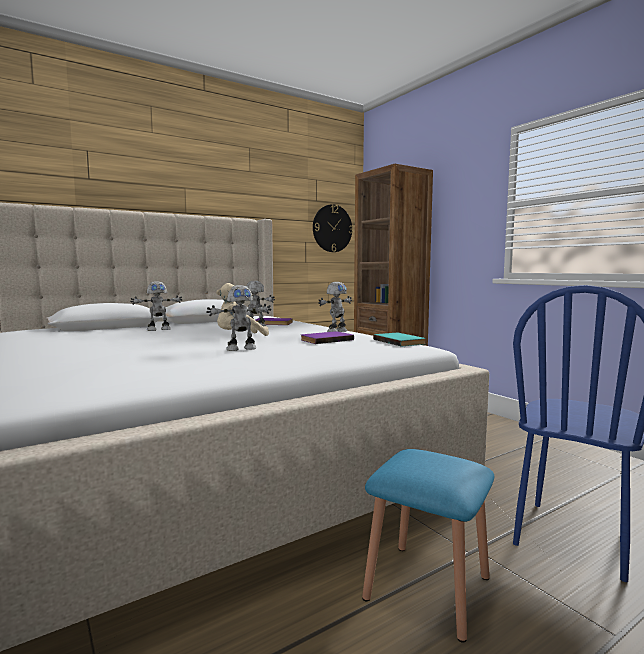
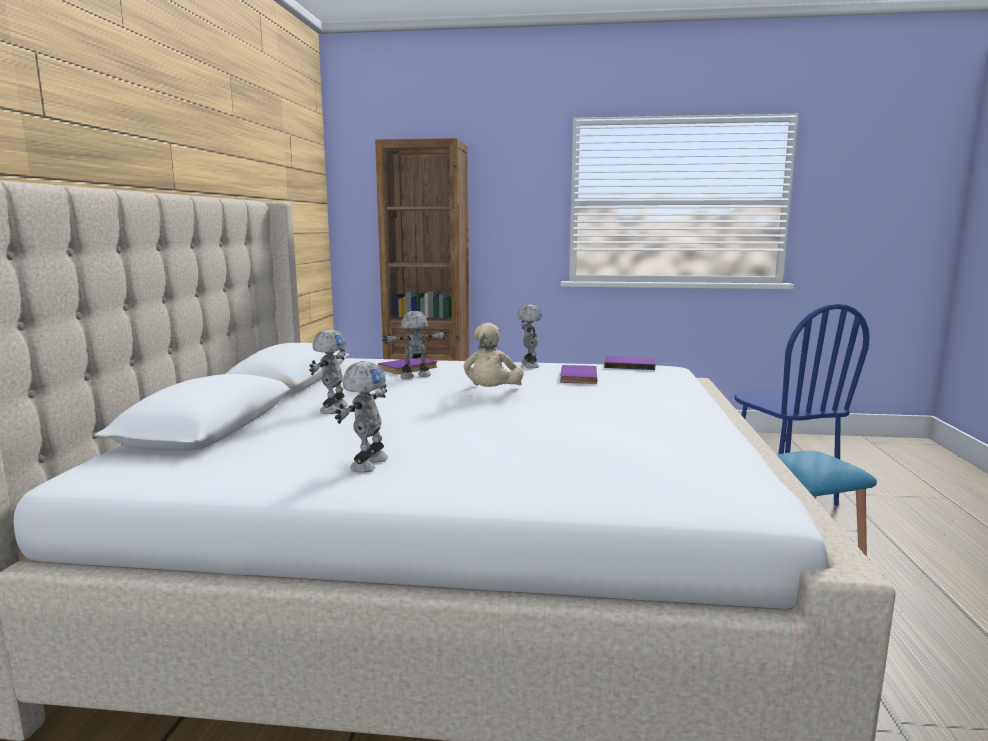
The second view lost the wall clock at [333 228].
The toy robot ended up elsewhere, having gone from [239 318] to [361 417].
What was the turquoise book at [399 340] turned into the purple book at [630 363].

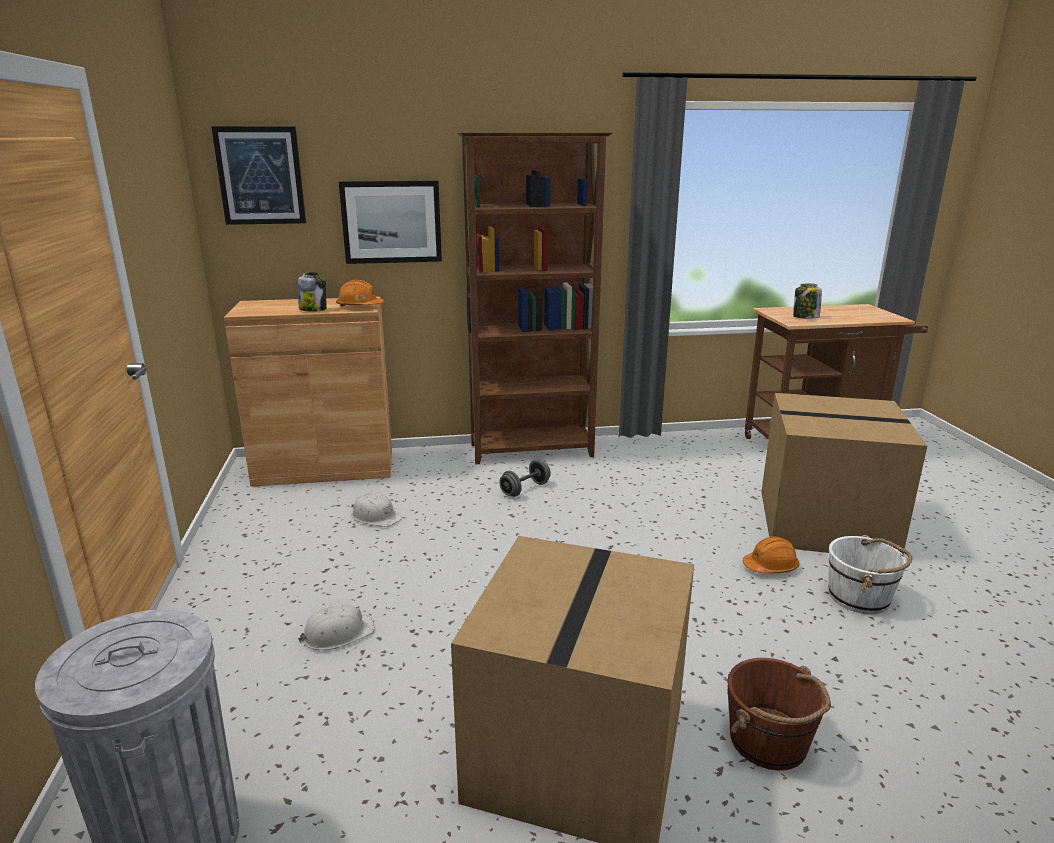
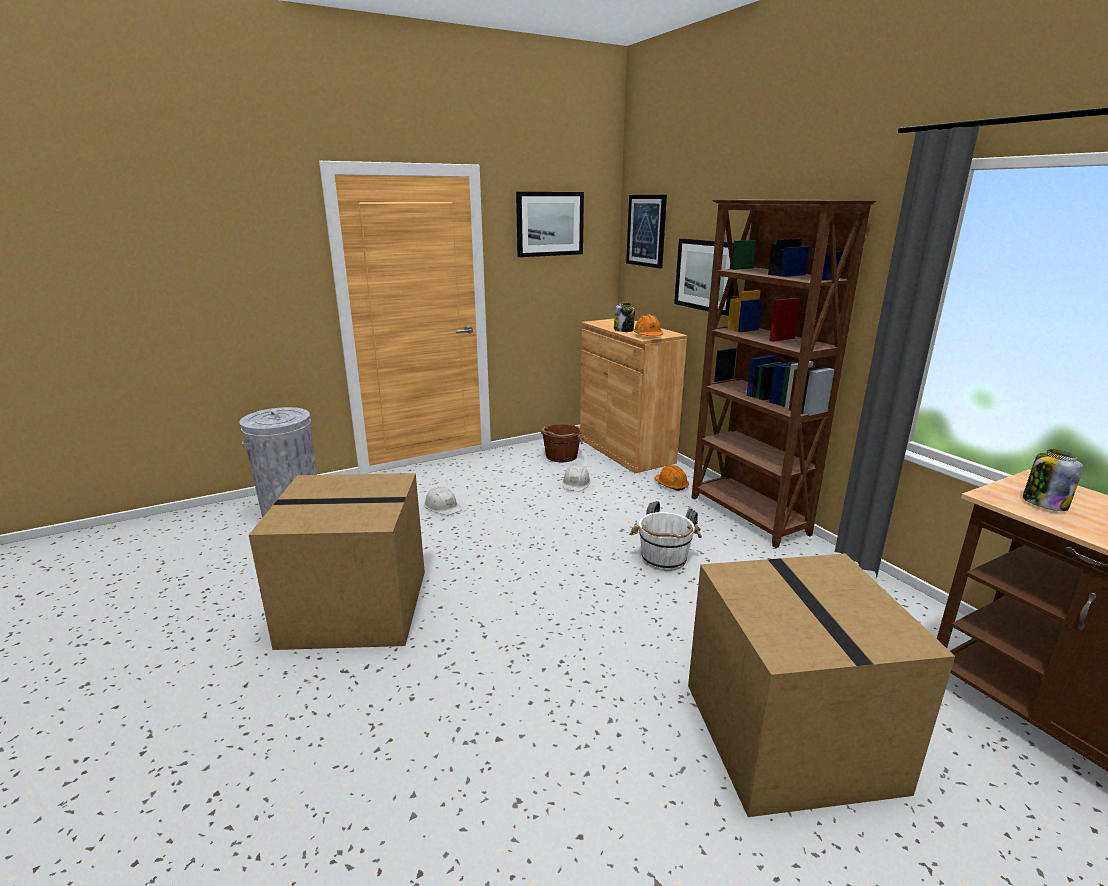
The second view gained the picture at [550 224].
The brown bucket ended up elsewhere, having gone from [779 714] to [562 443].
The orange hard hat ended up elsewhere, having gone from [771 555] to [671 478].
The white bucket ended up elsewhere, having gone from [870 574] to [666 541].

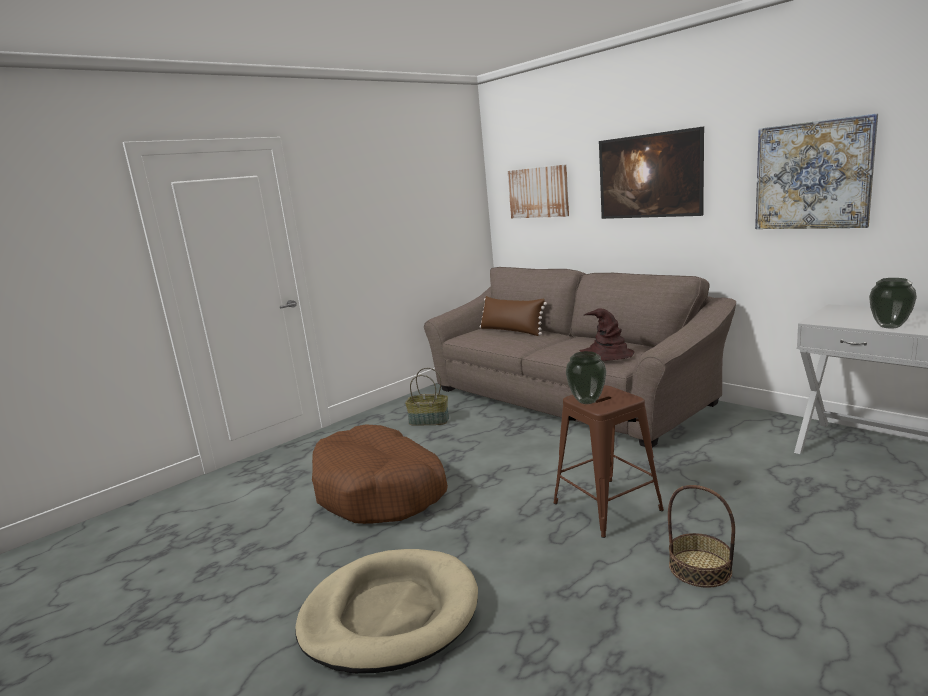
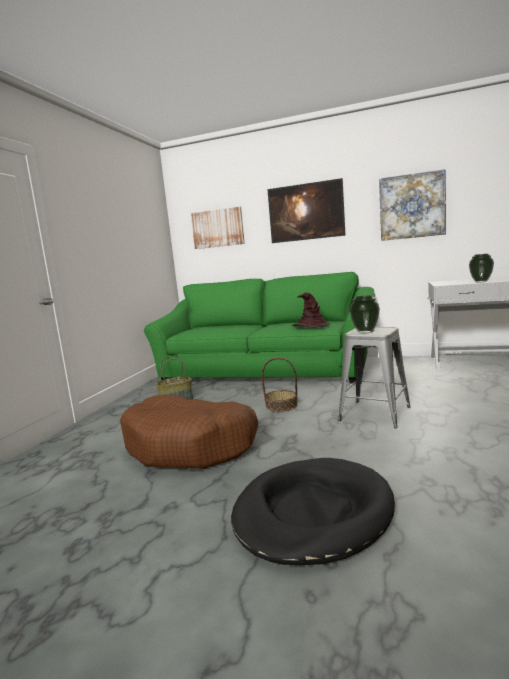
The second view lost the brown pillow at [513 316].
The basket ended up elsewhere, having gone from [701 536] to [280 384].
What was the beige dog bed at [386 611] turned into the black dog bed at [313 511].
What was the brown sofa at [580 357] turned into the green sofa at [259 327].
What was the brown stool at [608 461] turned into the grey stool at [374 377].

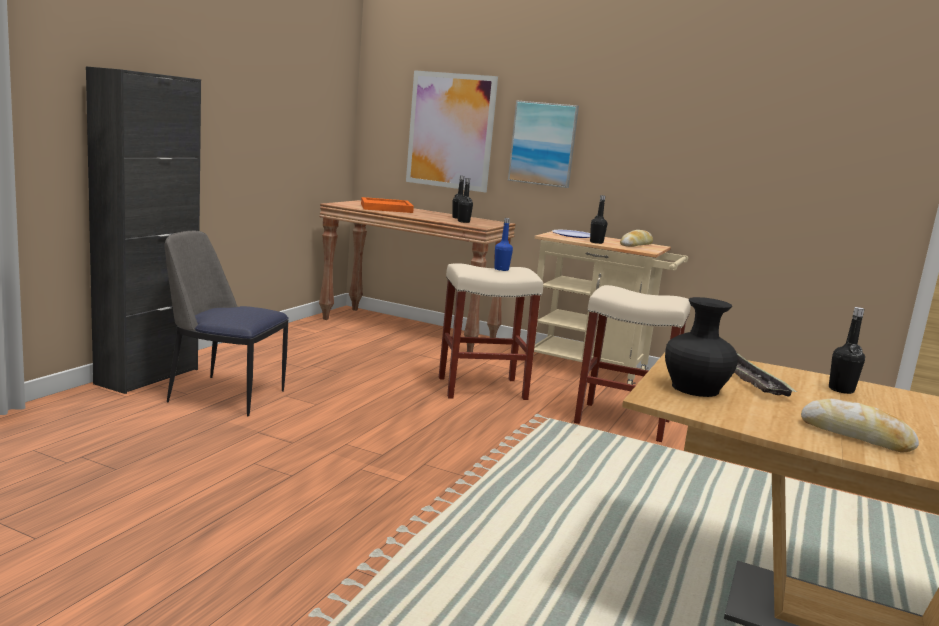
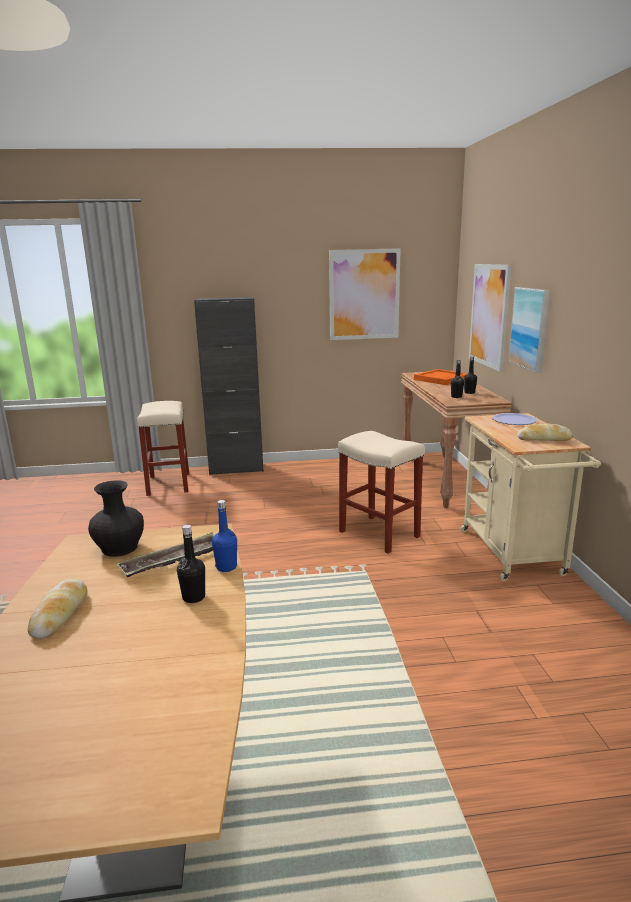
The second view lost the chair at [226 323].
The second view lost the black bottle at [598 219].
The second view gained the picture at [365 294].
The blue bottle ended up elsewhere, having gone from [504 244] to [224 536].
The beige stool ended up elsewhere, having gone from [632 363] to [163 448].

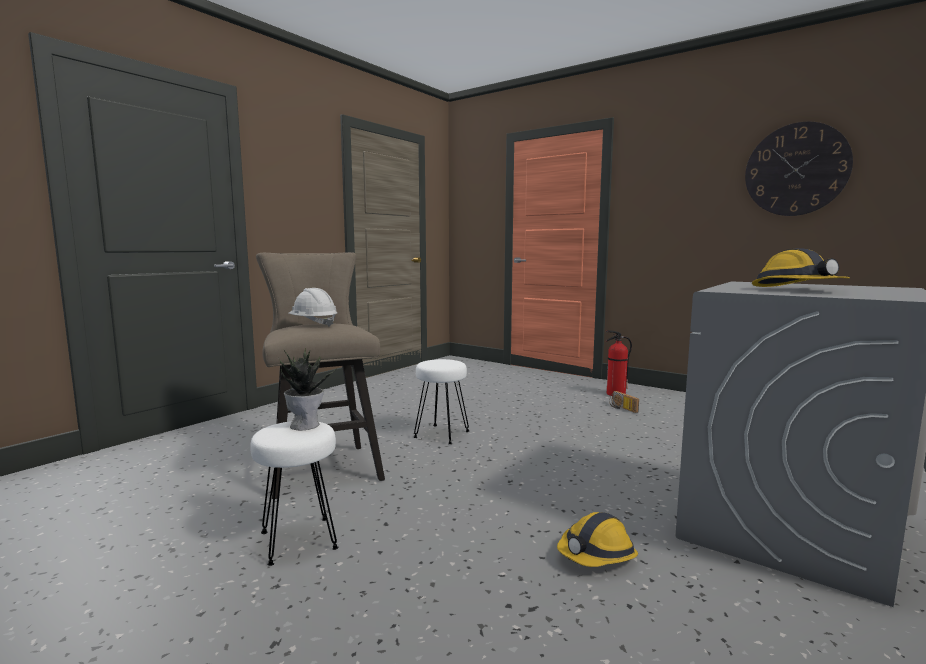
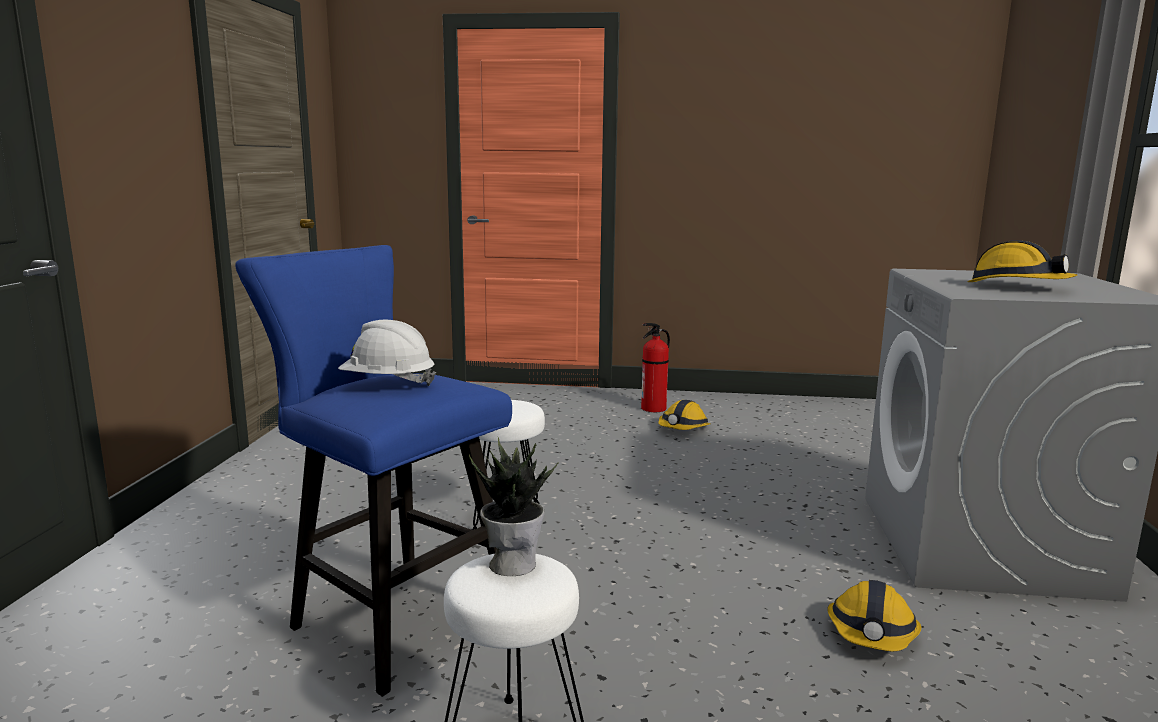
The second view lost the wall clock at [799 169].
Where the radio stood at [624 402], the hard hat came to stand at [684 415].
What was the beige stool at [320 375] turned into the blue stool at [373 471].

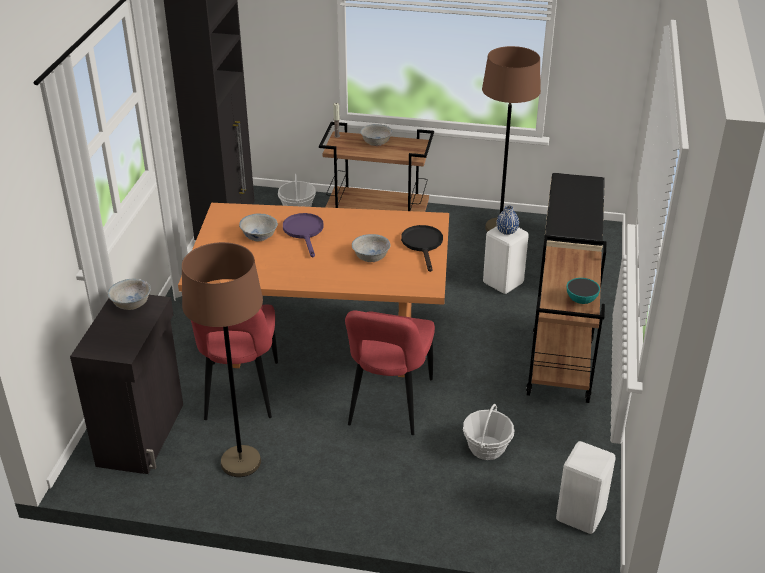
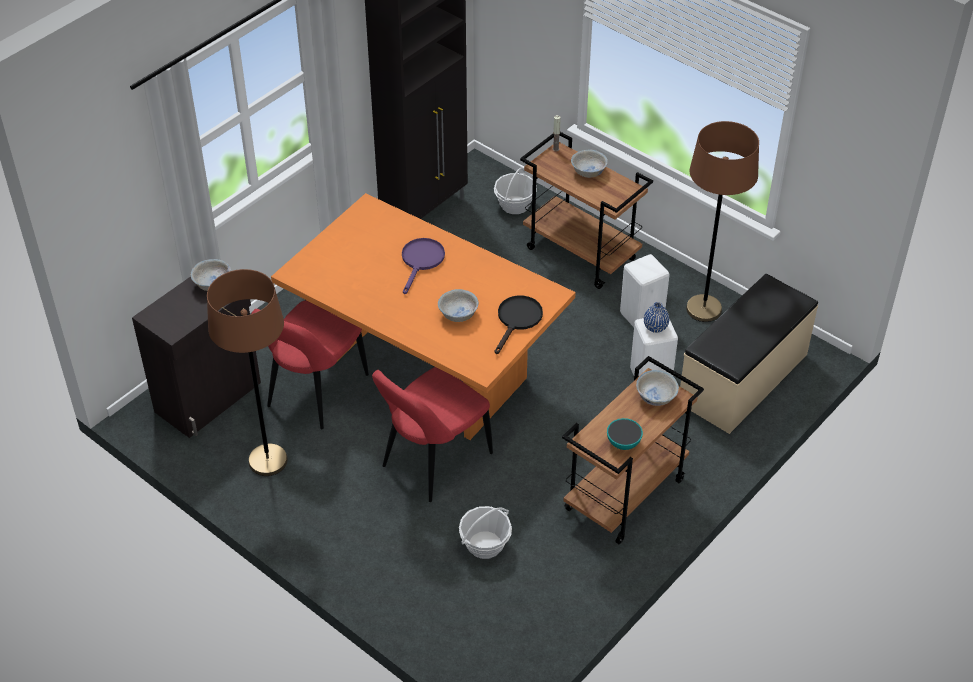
The white bowl ended up elsewhere, having gone from [258 227] to [657 388].
The white stool ended up elsewhere, having gone from [586 487] to [644 290].

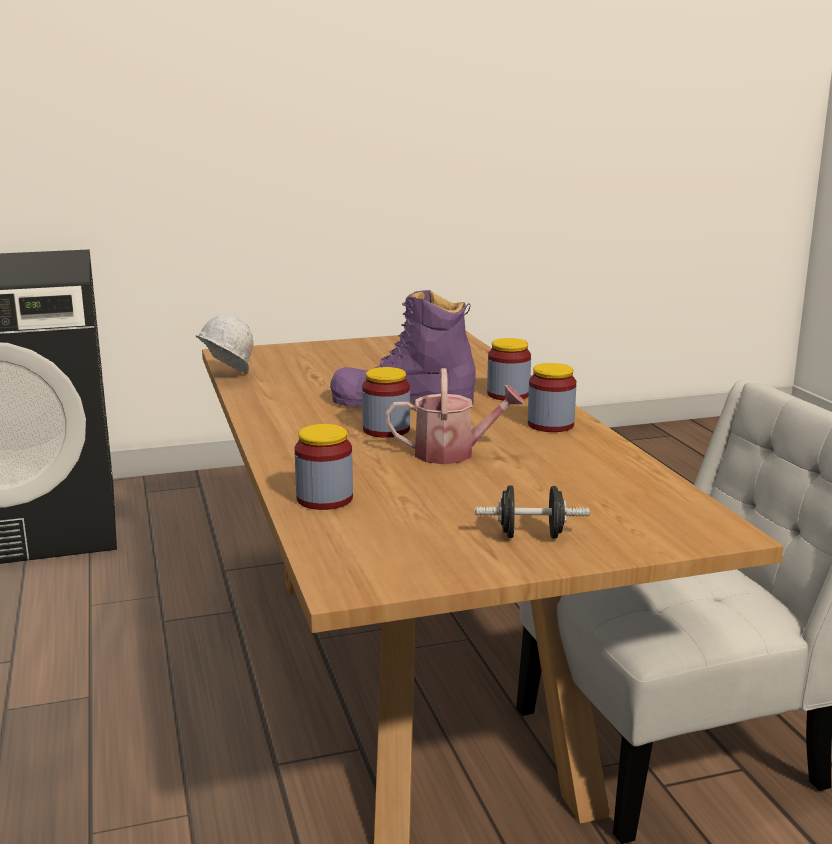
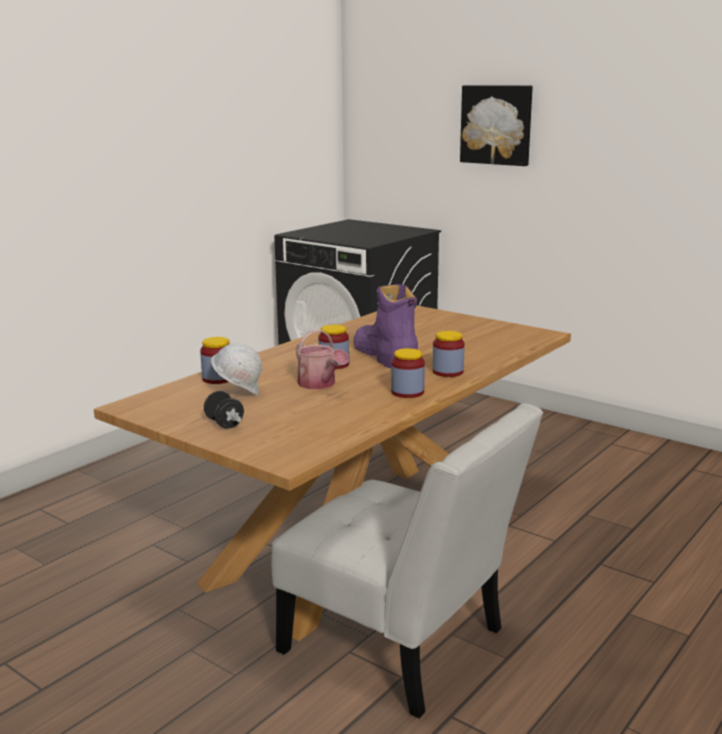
The second view gained the picture at [496 125].
The white hard hat ended up elsewhere, having gone from [225 344] to [236 369].

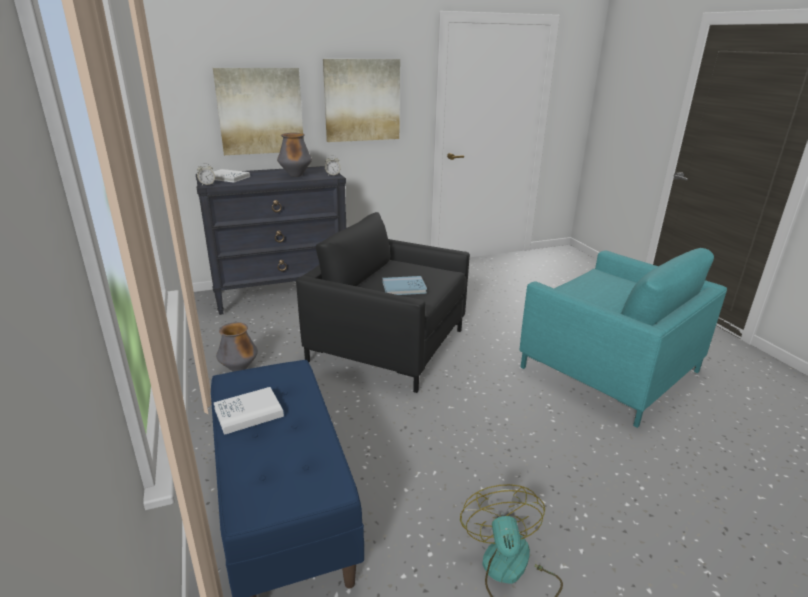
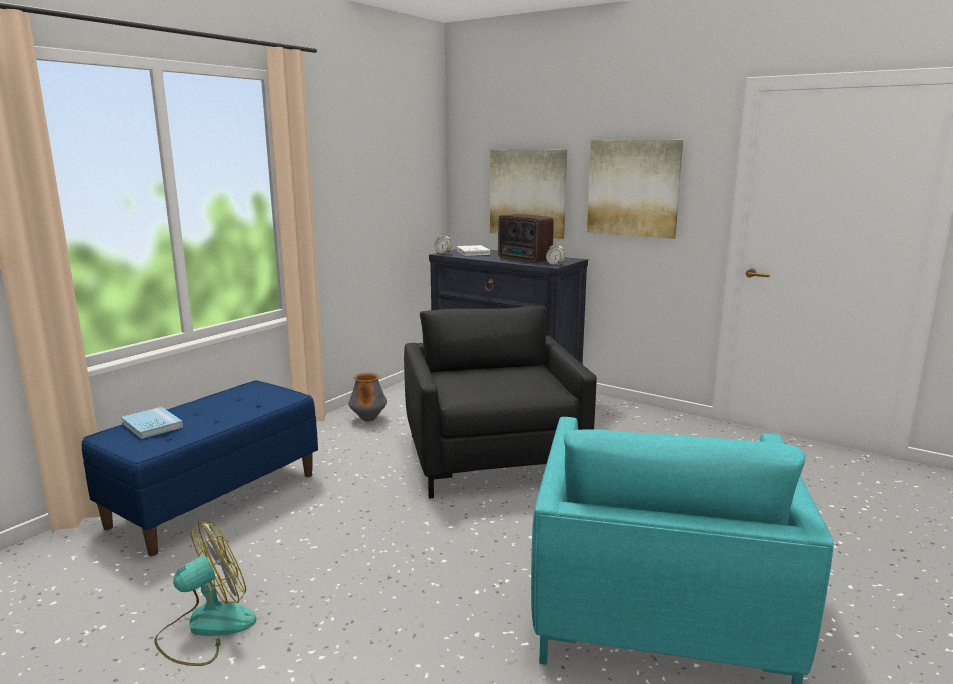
The second view lost the white book at [249 411].
The blue book ended up elsewhere, having gone from [405 285] to [152 423].
Where the vase stood at [294 155], the radio came to stand at [526 238].

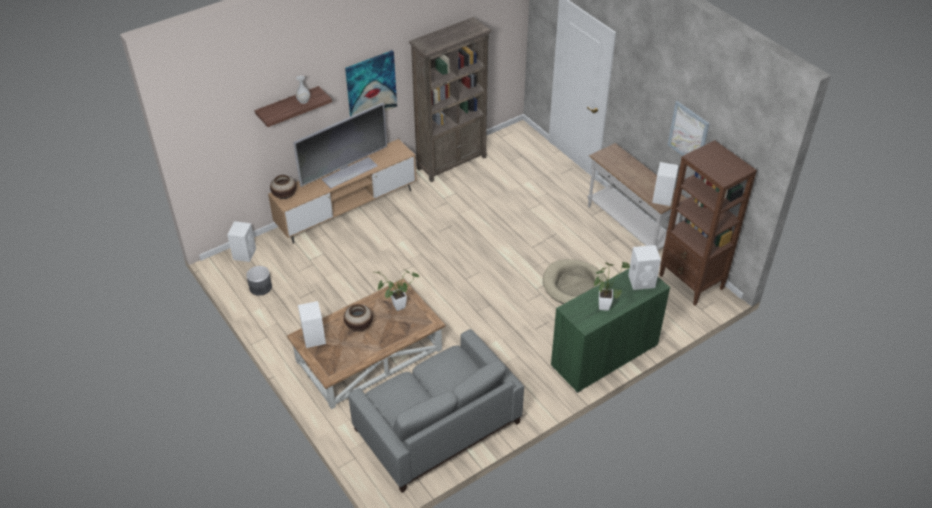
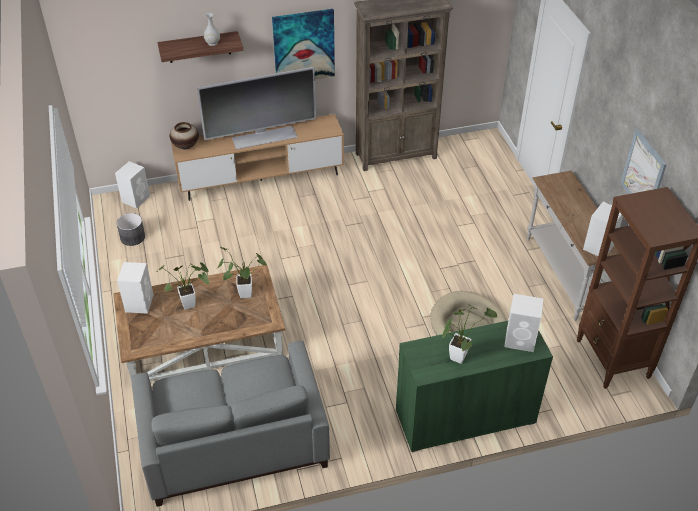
Where the vase stood at [358 317], the potted plant came to stand at [183 286].

